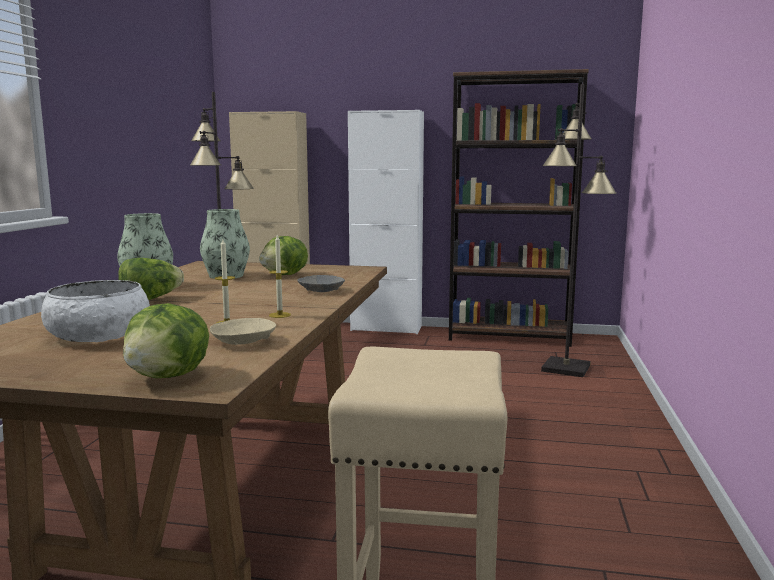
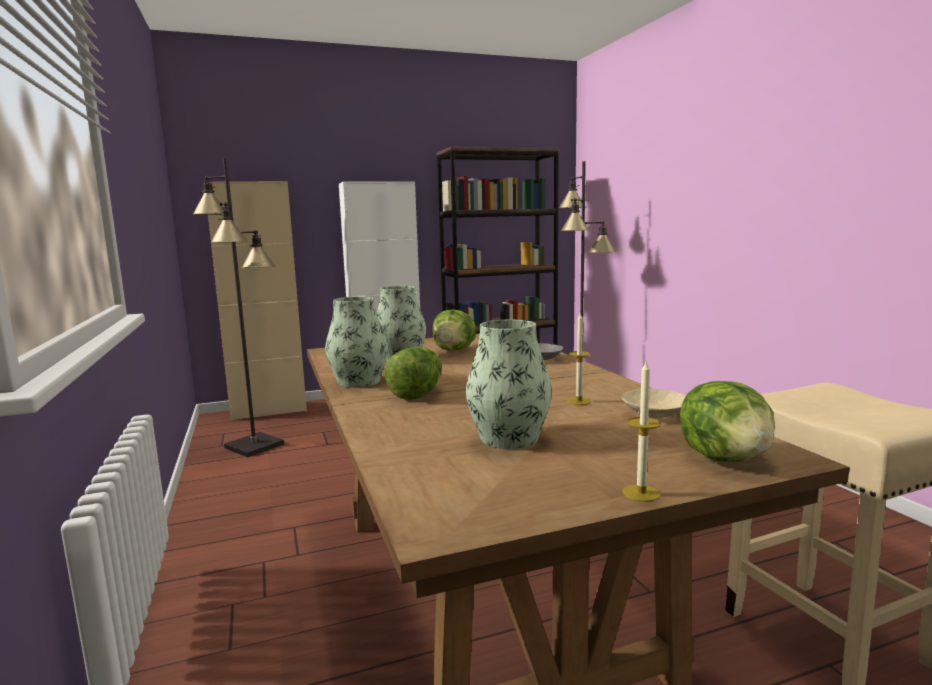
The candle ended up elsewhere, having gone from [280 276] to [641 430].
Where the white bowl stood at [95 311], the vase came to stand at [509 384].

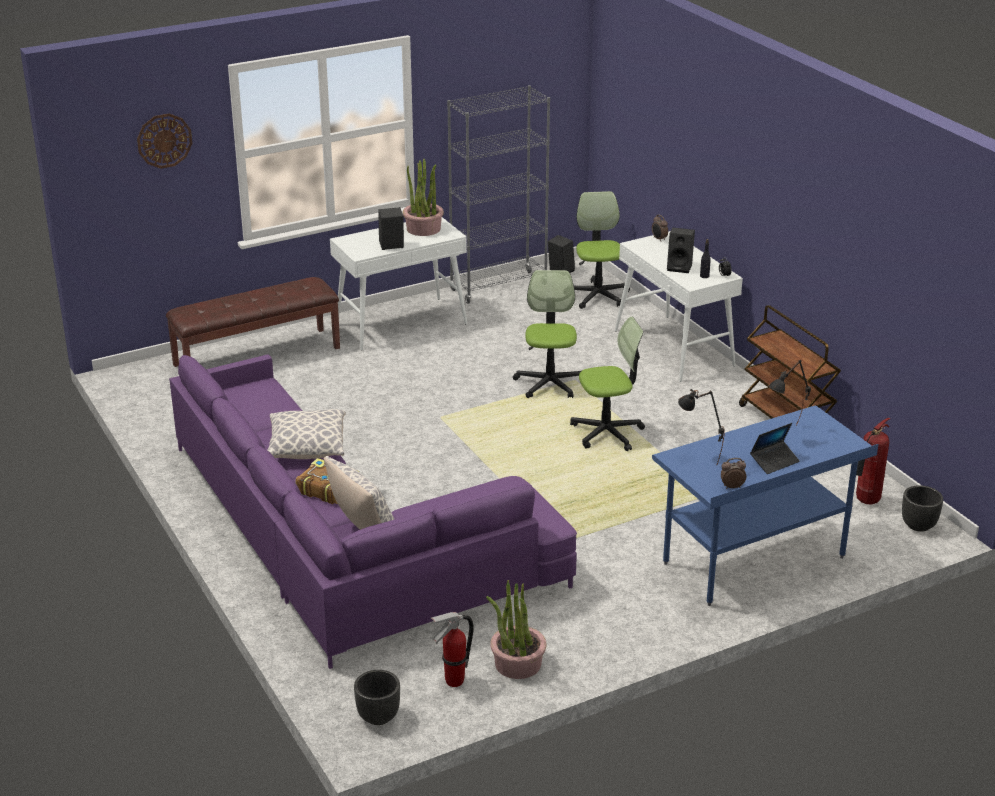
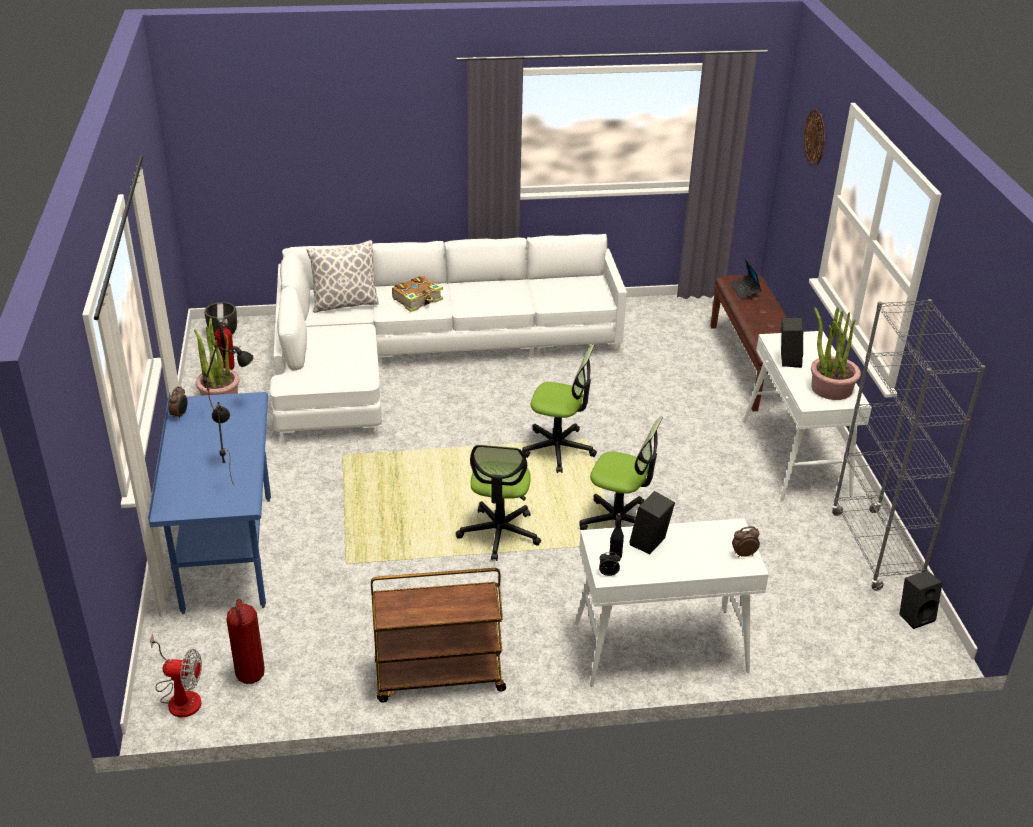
The second view lost the pillow at [306 434].
The office chair ended up elsewhere, having gone from [602 250] to [559 408].
The laptop ended up elsewhere, having gone from [775 448] to [746 278].
Where the black planter stood at [922 508], the fan came to stand at [176 675].
What was the purple sofa at [373 511] turned into the white sofa at [448 338].

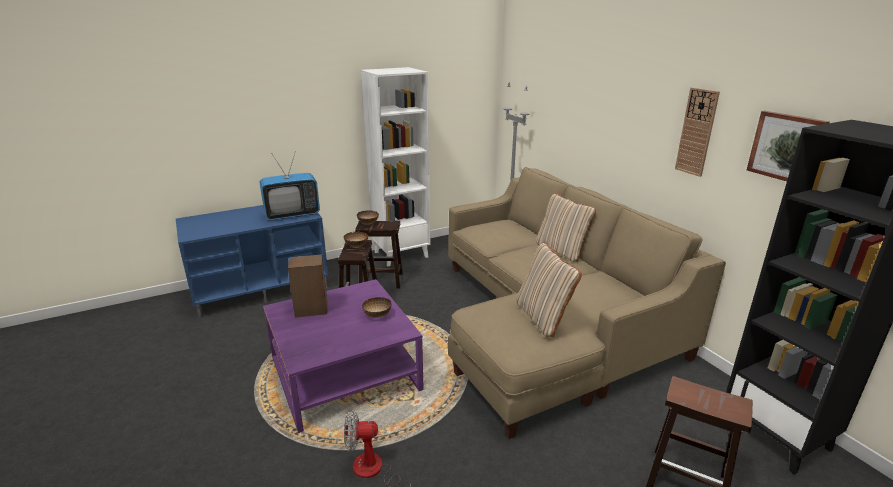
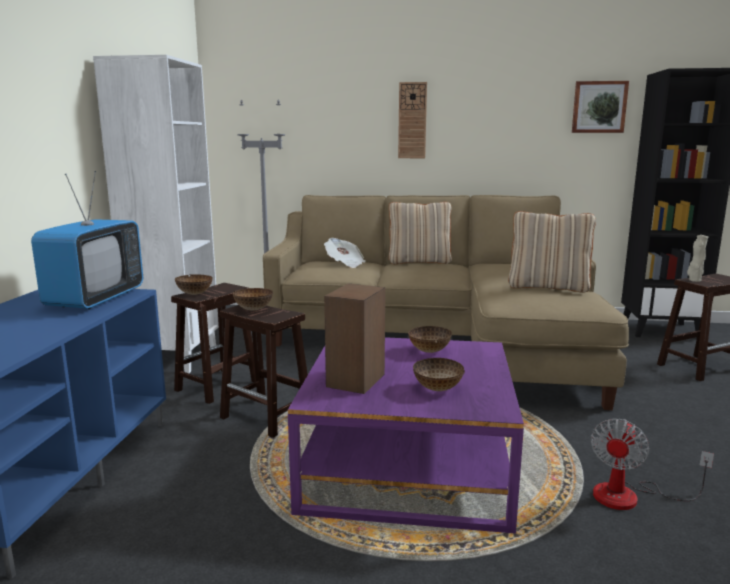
The second view gained the newspaper at [345 253].
The second view gained the bowl at [439 374].
The second view gained the beige vase at [697 258].
The wall clock ended up elsewhere, having gone from [697 132] to [412 120].

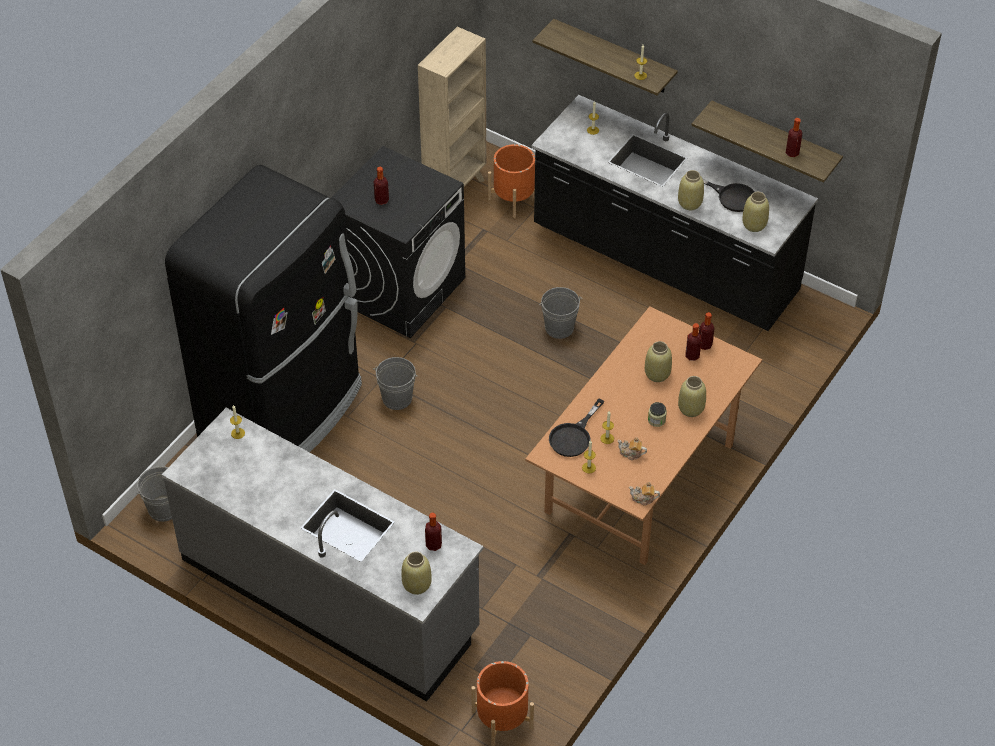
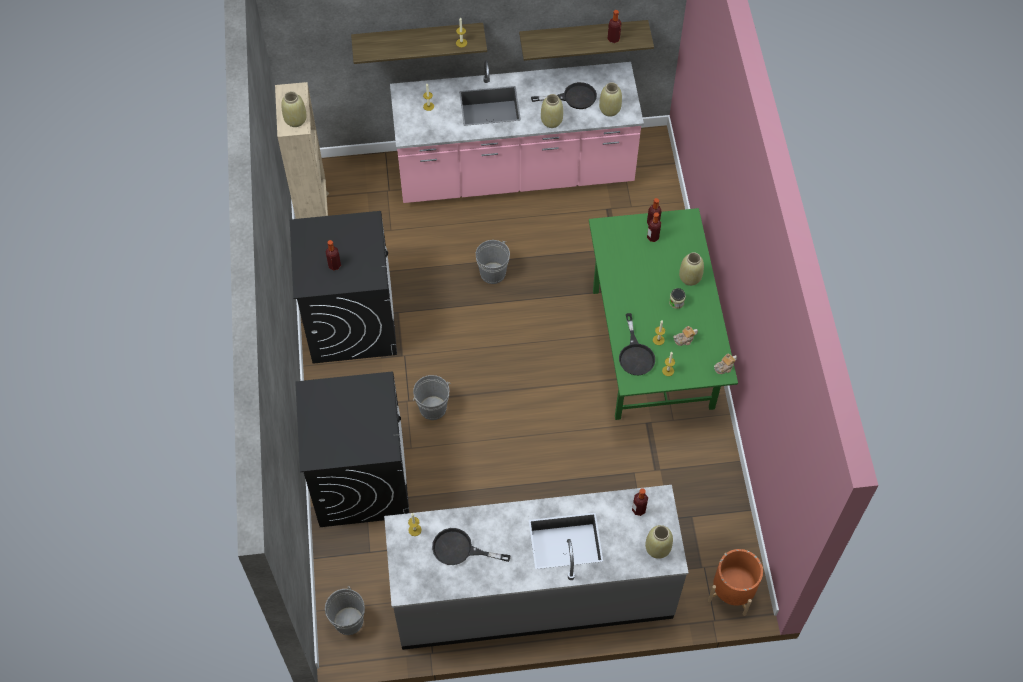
The second view lost the orange planter at [511 181].
The second view gained the black frying pan at [471 546].
The beige vase ended up elsewhere, having gone from [658 361] to [294 109].
Where the black fridge stood at [263 308], the black washing machine came to stand at [352 449].
What was the brown dining table at [643 435] turned into the green dining table at [663 314].
What was the black counter at [675 213] turned into the pink counter at [517 131].

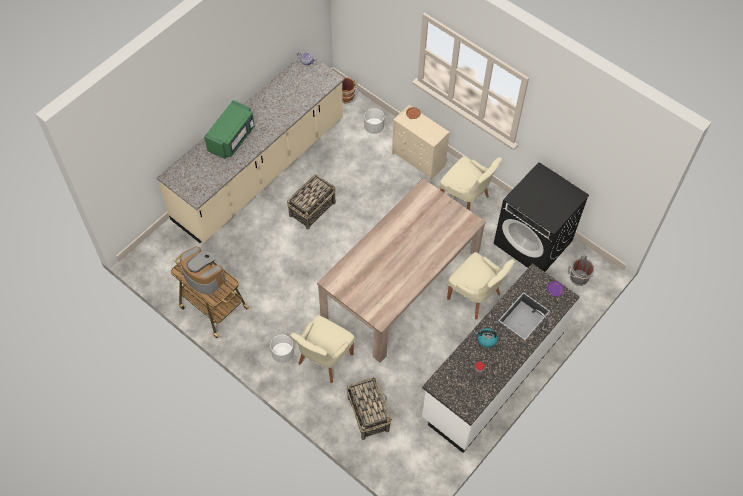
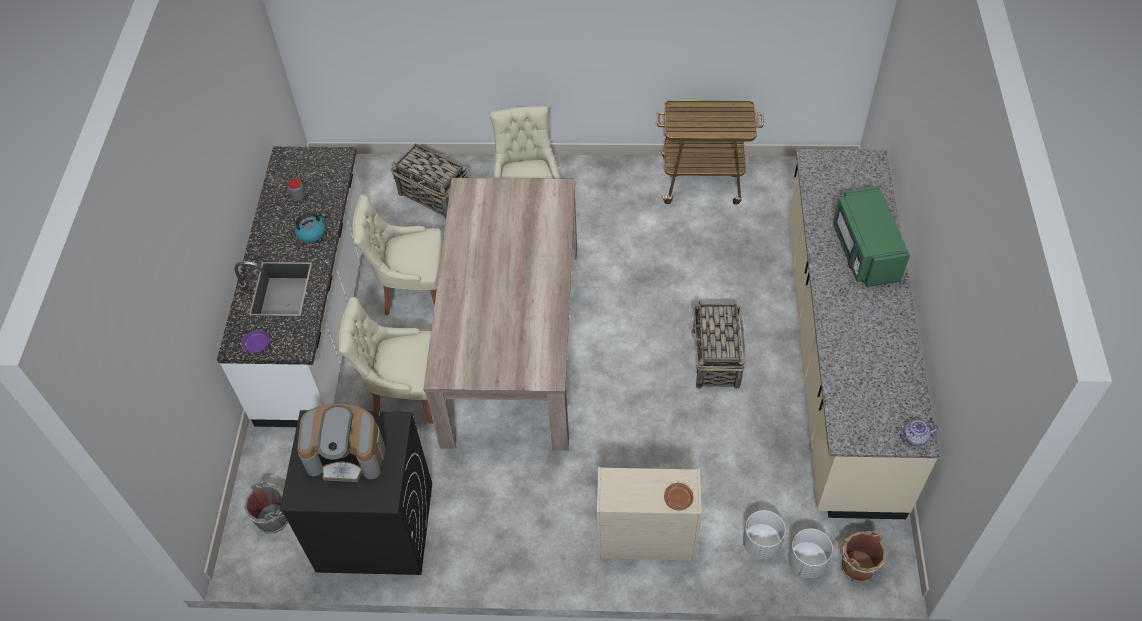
The coffee machine ended up elsewhere, having gone from [203 270] to [341 443].
The white planter ended up elsewhere, having gone from [282 349] to [810 553].
The beige chair ended up elsewhere, having gone from [471 183] to [398 255].

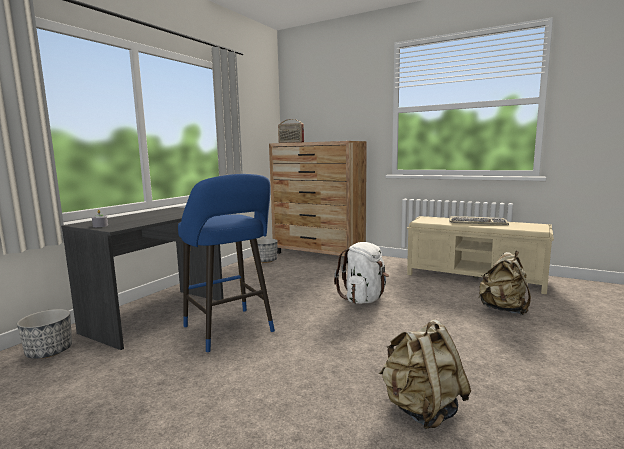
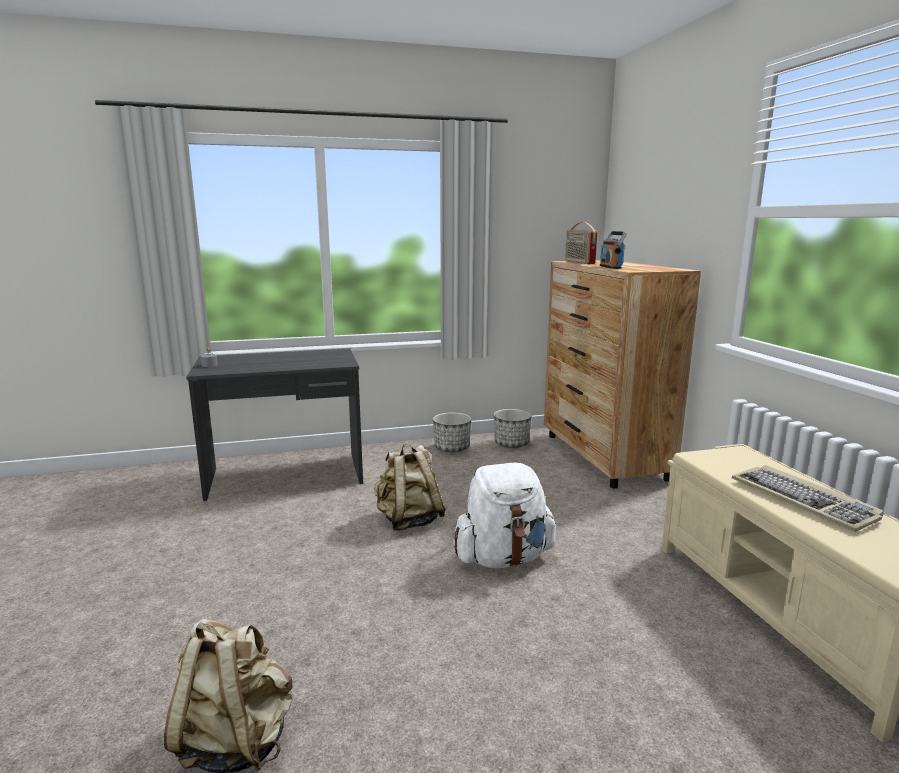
The second view lost the blue stool at [226 263].
The second view gained the radio at [613 250].
The planter ended up elsewhere, having gone from [44 334] to [452 432].
The beige backpack ended up elsewhere, having gone from [504 283] to [410 487].

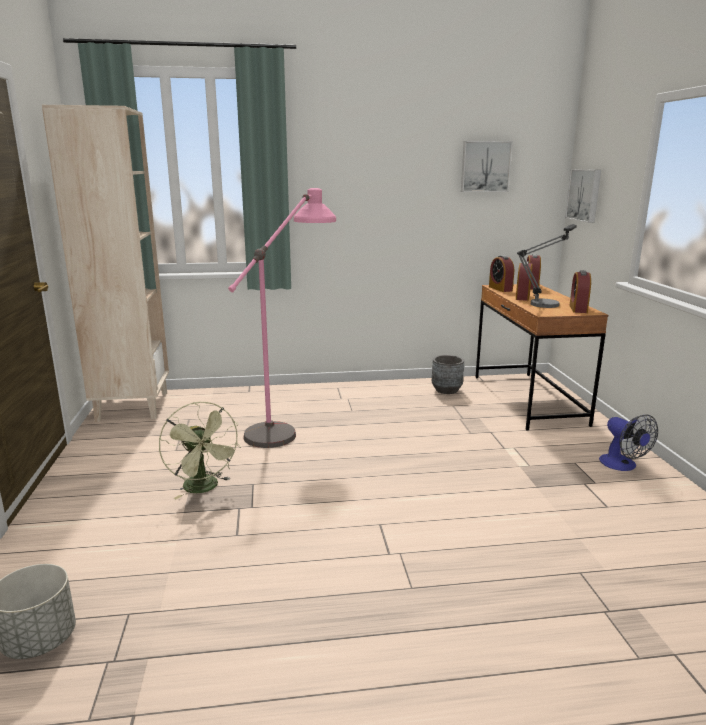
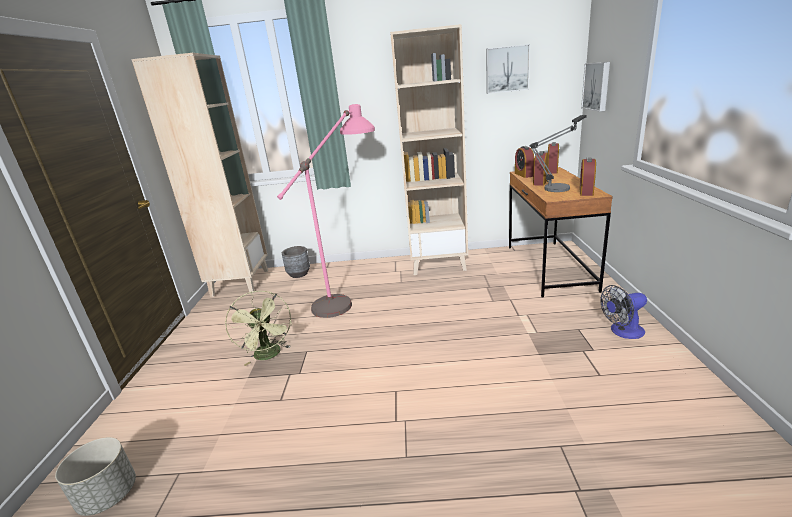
The second view gained the beige bookcase at [429 149].
The grey planter ended up elsewhere, having gone from [448 374] to [296 262].
The fan at [628 443] ended up facing another way, 90 degrees clockwise from before.

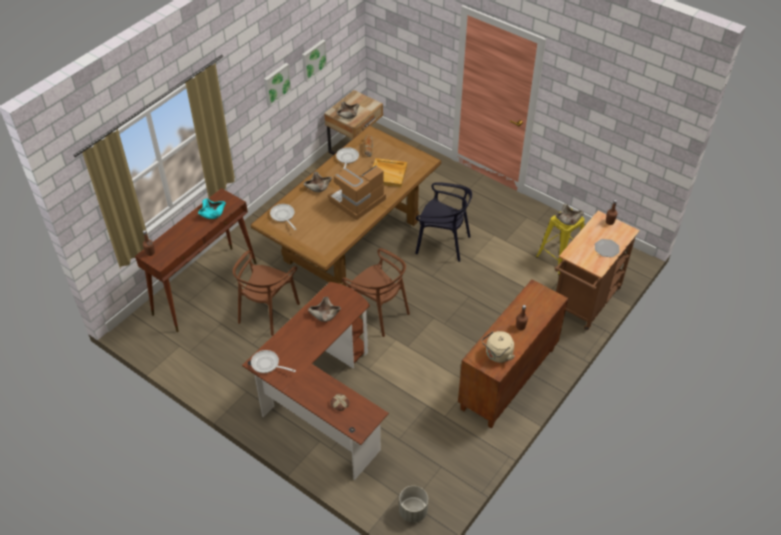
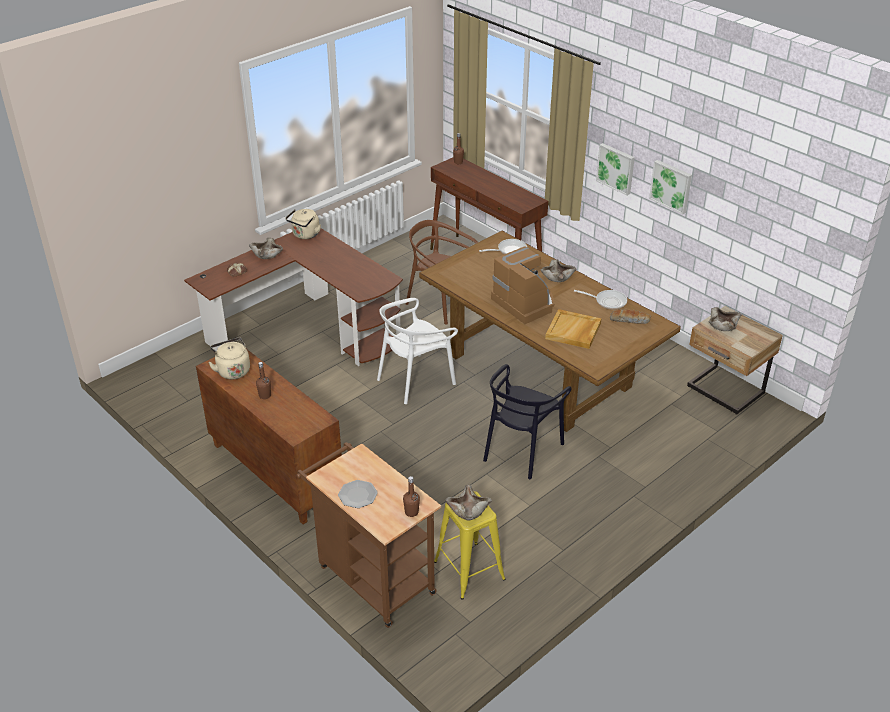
The second view lost the turquoise bowl at [212 208].
The second view lost the grey planter at [413 504].
The picture ended up elsewhere, having gone from [314 60] to [615 169].
The beige bowl ended up elsewhere, having gone from [324 309] to [266 248].
Where the frying pan stood at [273 361], the beige kettle came to stand at [303 224].
What was the brown chair at [376 292] turned into the white chair at [417 351].

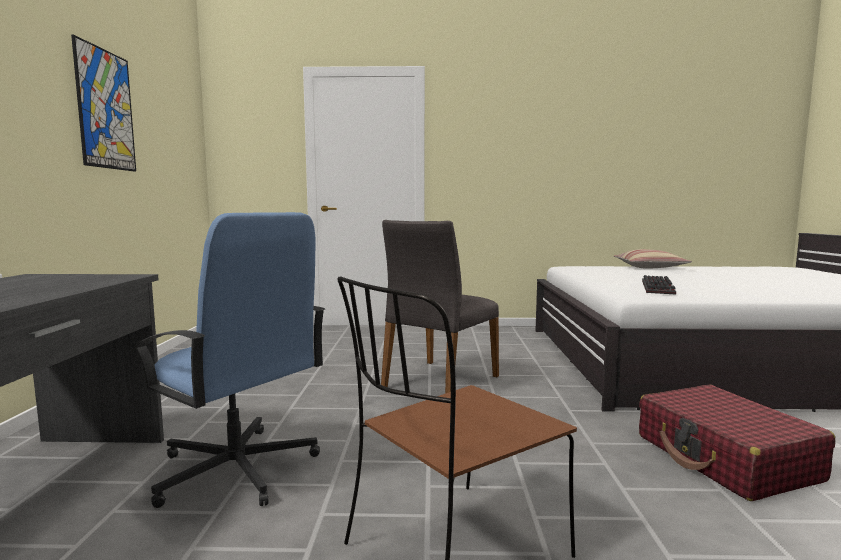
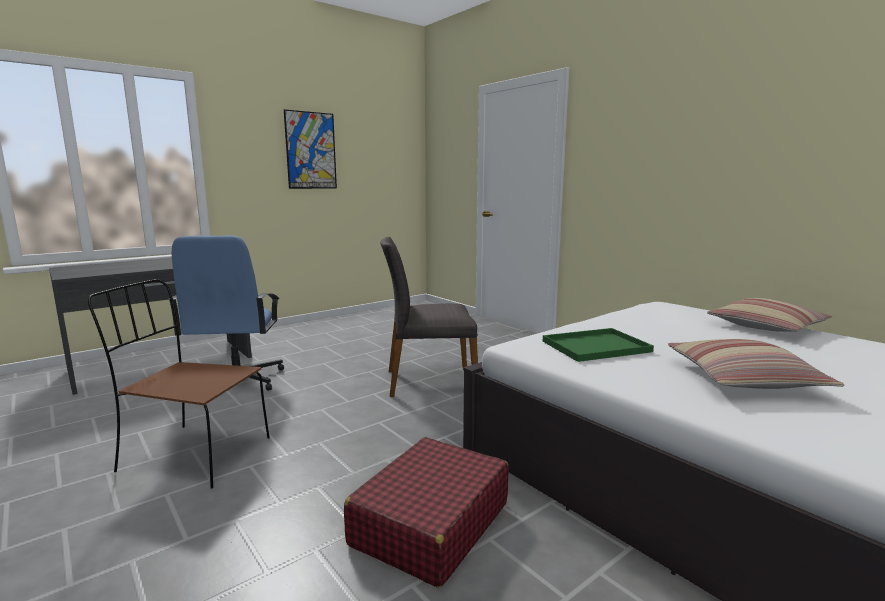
The second view gained the pillow at [756 364].
Where the keyboard stood at [659 285], the green tray came to stand at [598 345].

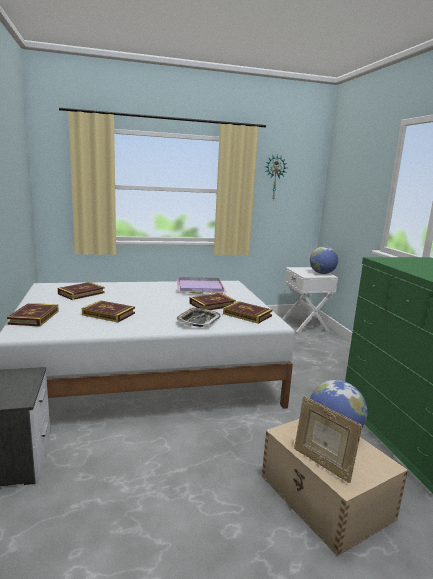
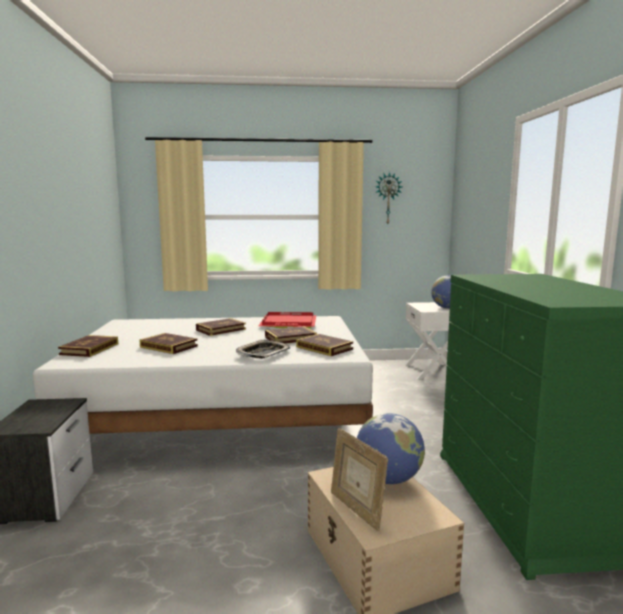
The book ended up elsewhere, having gone from [81 291] to [221 327].
What was the purple tray at [202 285] turned into the red tray at [287 320].

